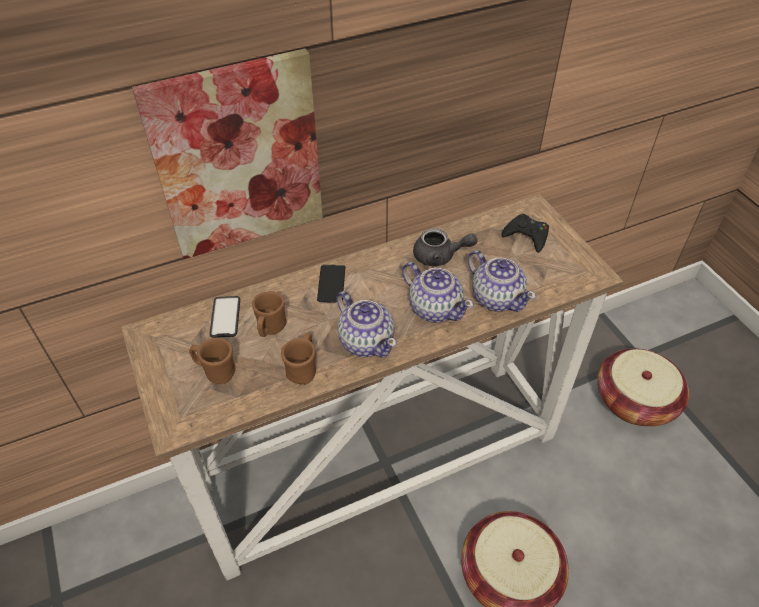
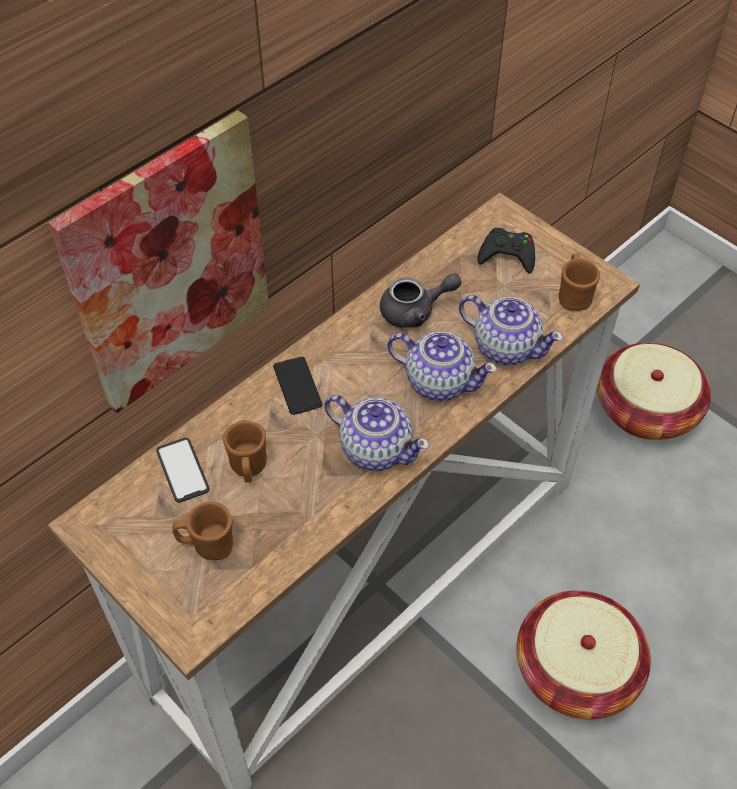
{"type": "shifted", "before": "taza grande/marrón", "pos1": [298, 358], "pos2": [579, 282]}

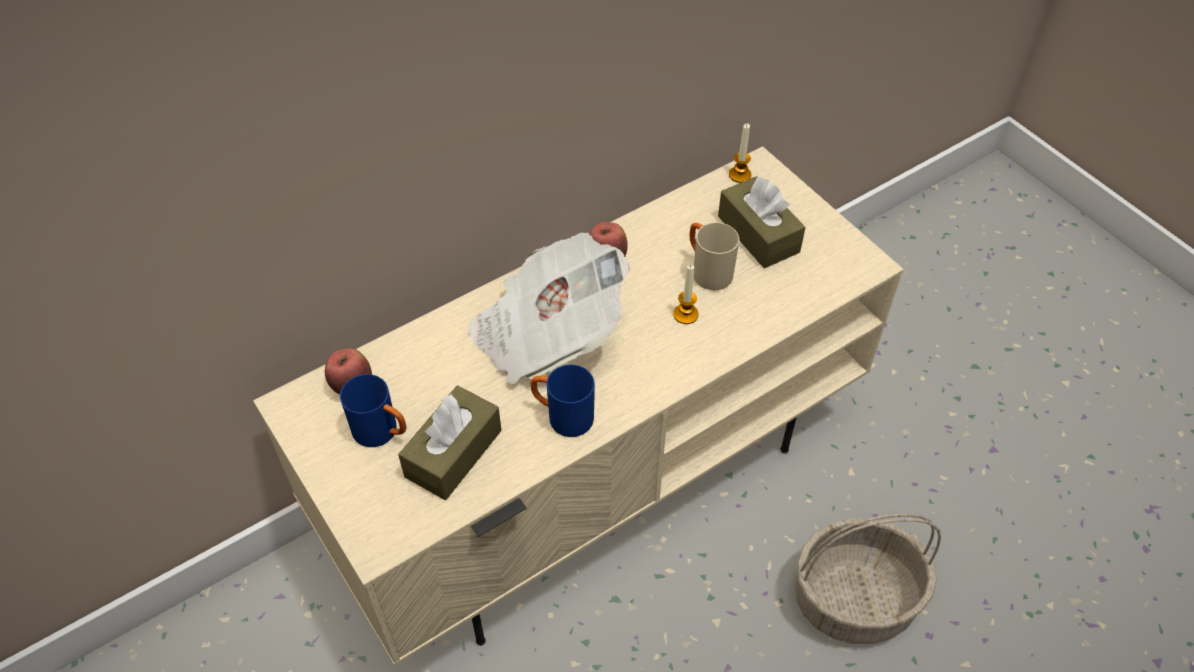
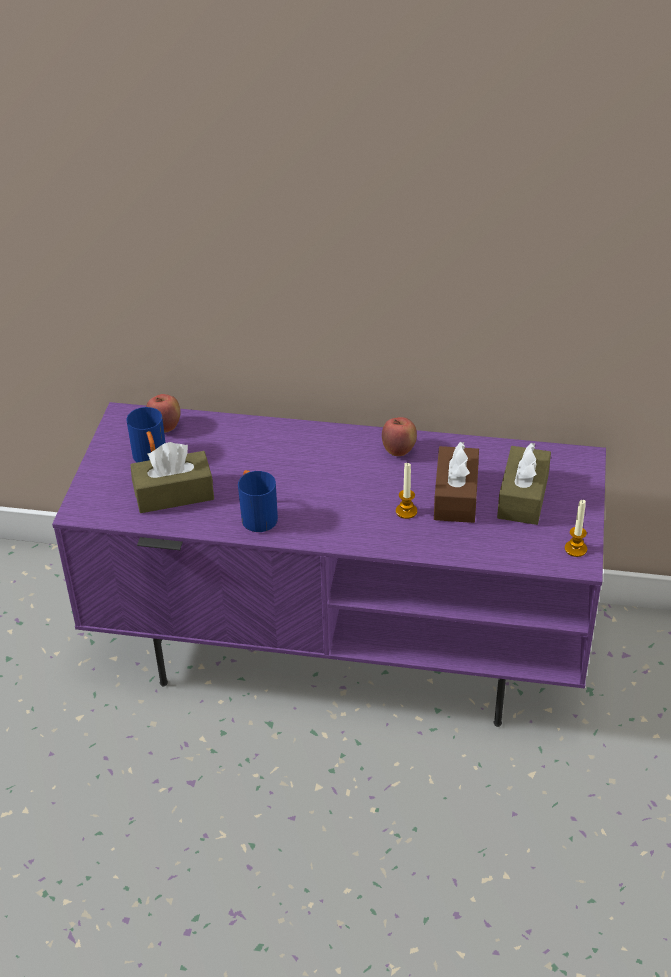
{"type": "repainted", "before": "mueble de televisión/beis", "after": "mueble de televisión/morado", "pos1": [578, 406], "pos2": [329, 564]}
{"type": "gone", "before": "periódico", "pos1": [549, 309]}
{"type": "swapped", "before": "taza grande/beis", "after": "caja de pañuelos/marrón", "pos1": [714, 256], "pos2": [456, 482]}
{"type": "shifted", "before": "vela", "pos1": [740, 153], "pos2": [576, 528]}
{"type": "gone", "before": "cesta", "pos1": [868, 579]}

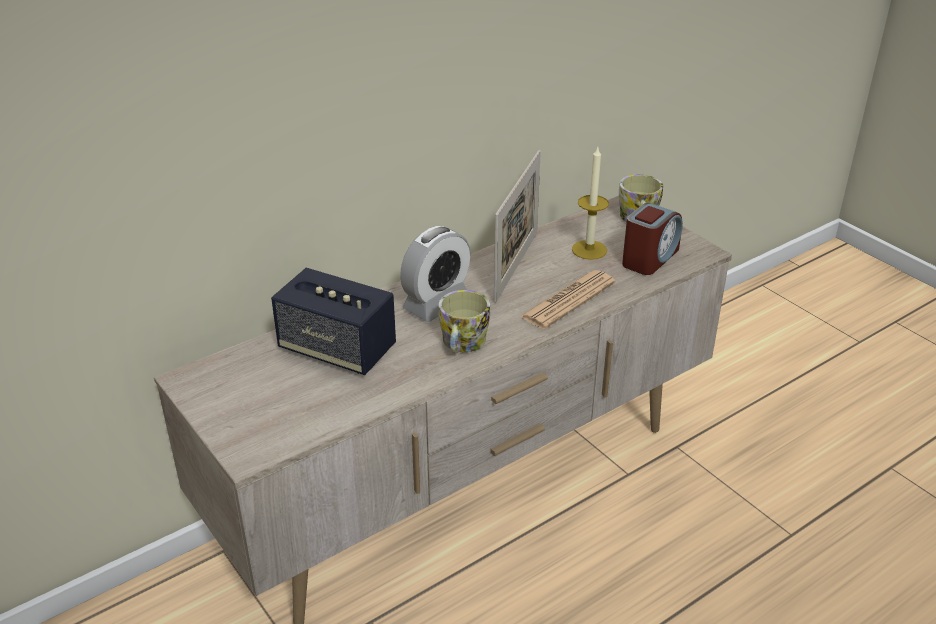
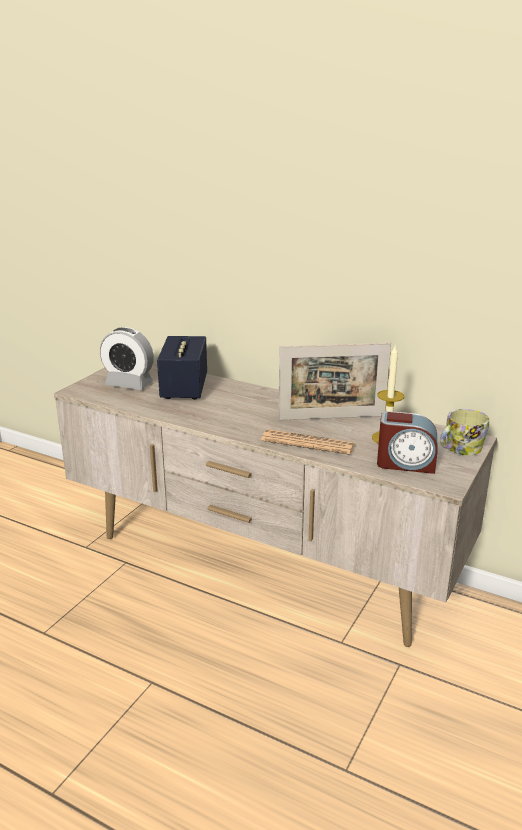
{"type": "shifted", "before": "despertador", "pos1": [435, 274], "pos2": [127, 358]}
{"type": "gone", "before": "taza grande", "pos1": [464, 321]}

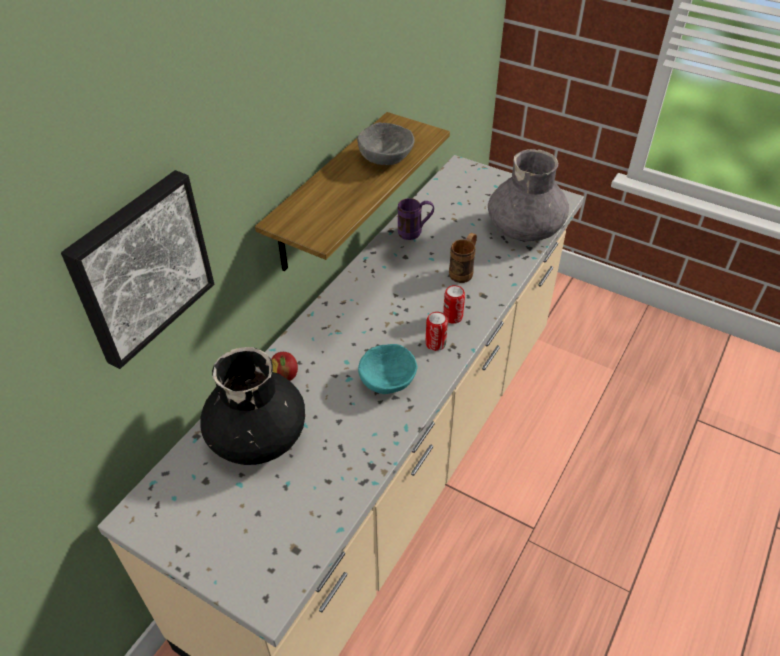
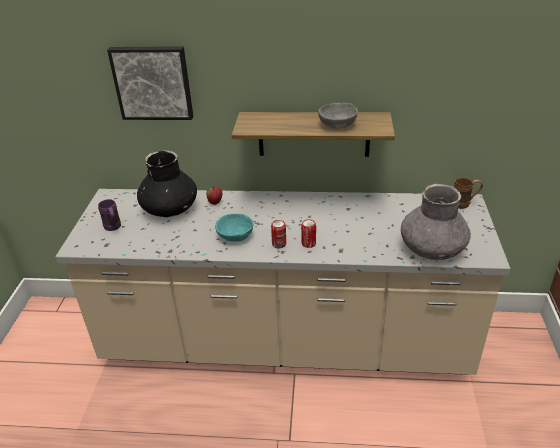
{"type": "shifted", "before": "taza grande/morado", "pos1": [416, 219], "pos2": [109, 215]}
{"type": "shifted", "before": "taza grande/marrón", "pos1": [463, 258], "pos2": [468, 193]}

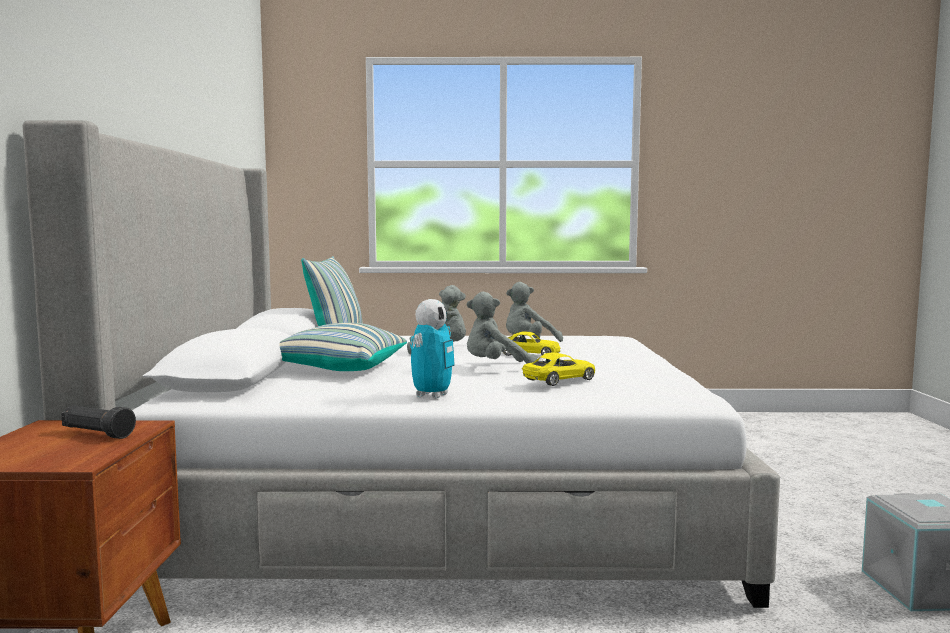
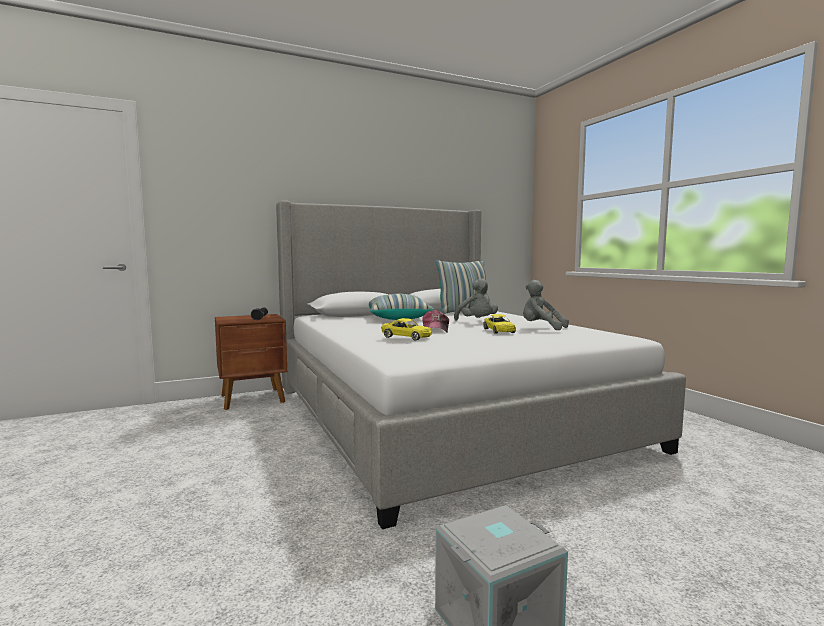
{"type": "gone", "before": "robot de juguete", "pos1": [432, 349]}
{"type": "swapped", "before": "peluche/gris", "after": "gorra", "pos1": [502, 327], "pos2": [435, 321]}

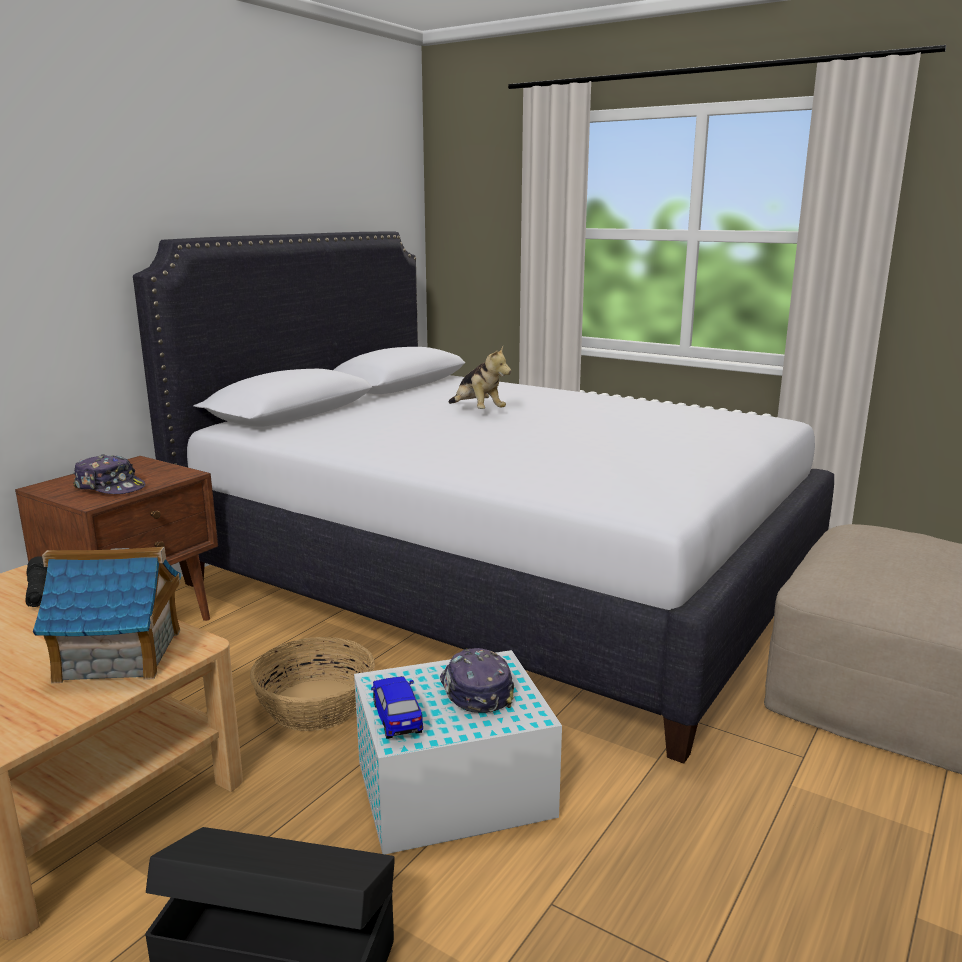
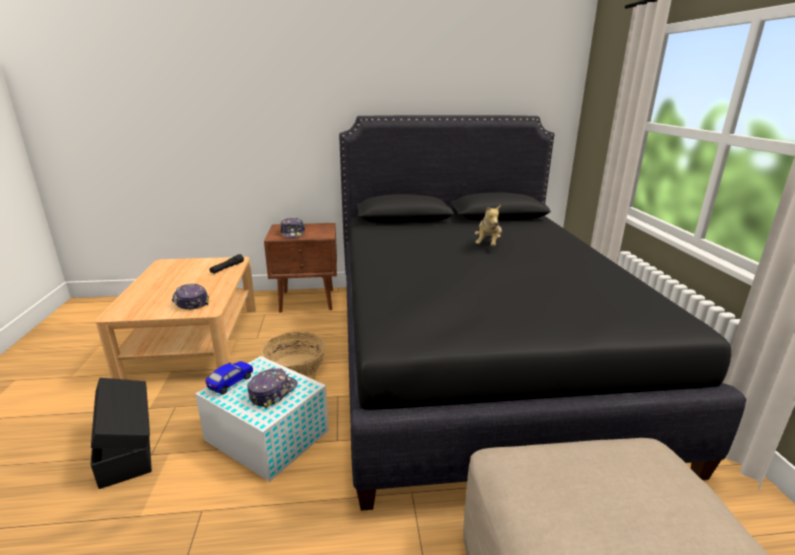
{"type": "swapped", "before": "casita", "after": "gorra", "pos1": [107, 615], "pos2": [190, 297]}
{"type": "repainted", "before": "cama/blanco", "after": "cama/negro", "pos1": [483, 498], "pos2": [542, 313]}

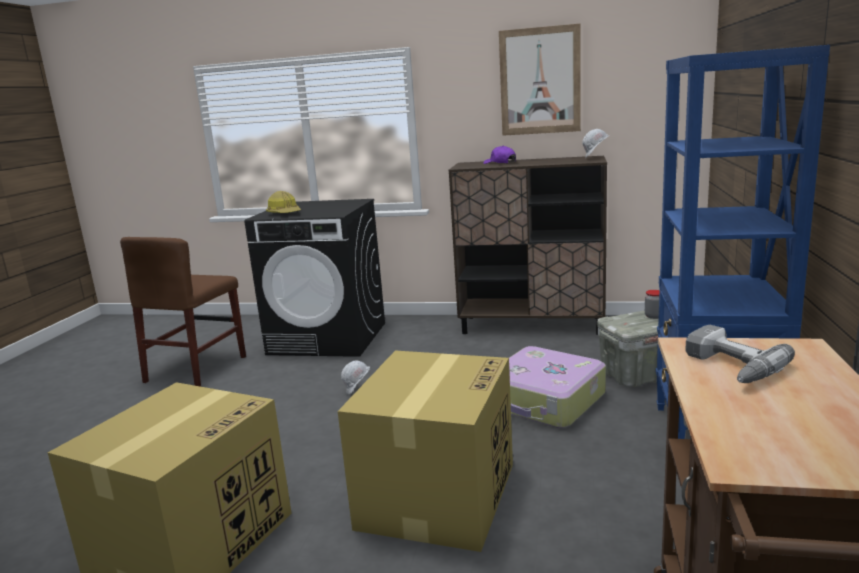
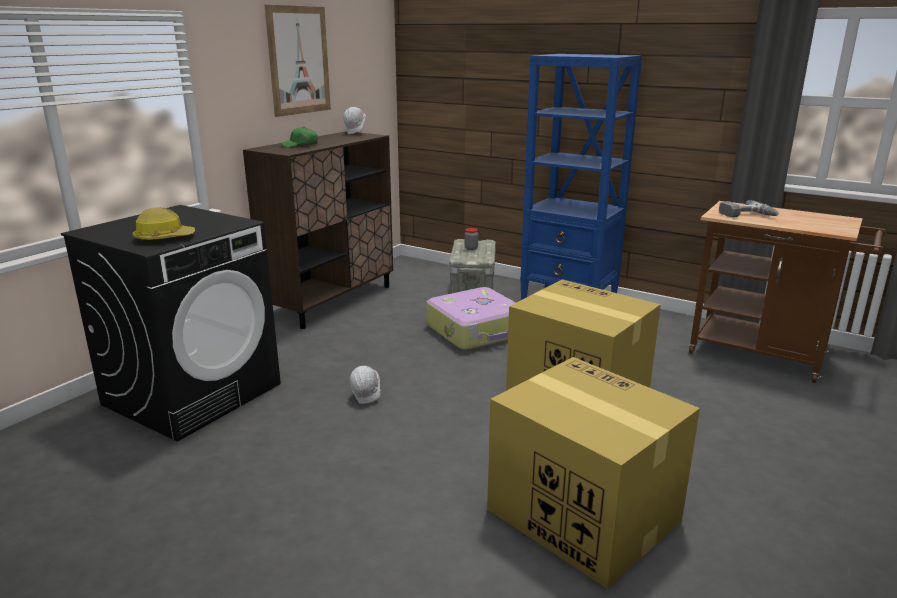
{"type": "gone", "before": "silla/marrón", "pos1": [183, 312]}
{"type": "repainted", "before": "gorra/morado", "after": "gorra/verde", "pos1": [499, 155], "pos2": [299, 137]}

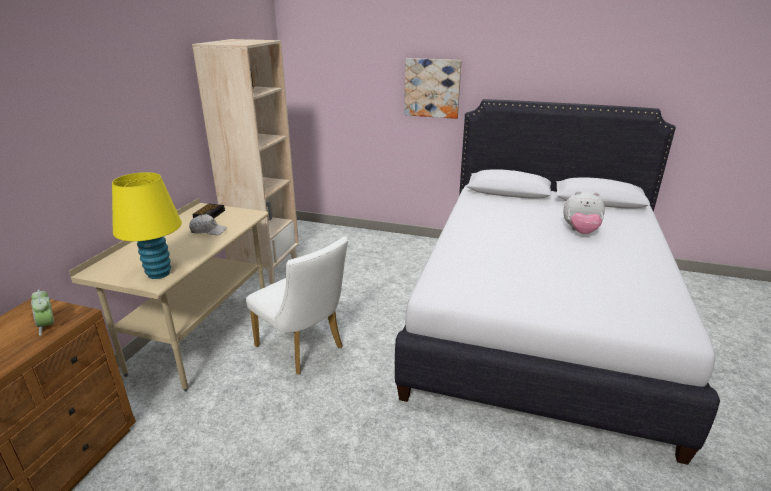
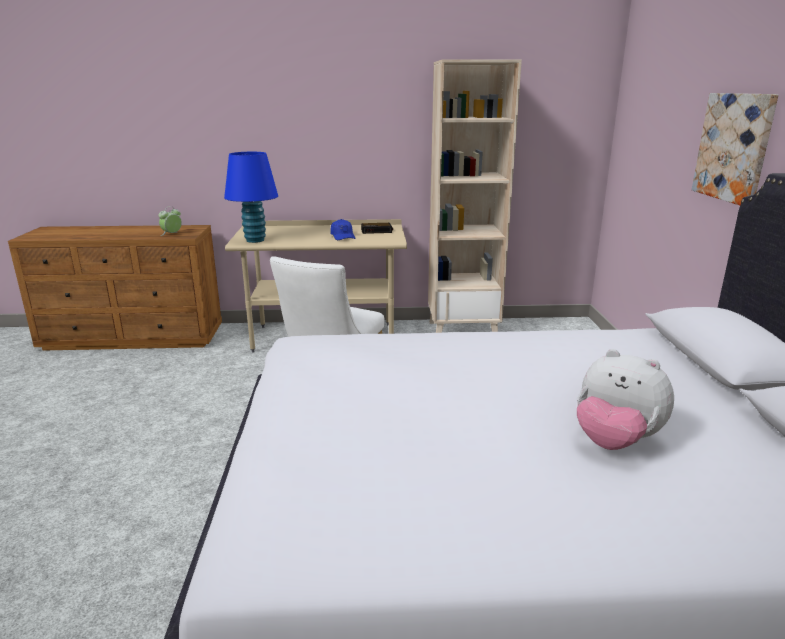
{"type": "repainted", "before": "lámpara de mesa/amarillo", "after": "lámpara de mesa/azul", "pos1": [147, 225], "pos2": [251, 197]}
{"type": "repainted", "before": "gorra/blanco", "after": "gorra/azul", "pos1": [207, 224], "pos2": [342, 229]}
{"type": "rotated", "before": "peluche", "pos1": [584, 212], "pos2": [625, 399], "turn": -45}

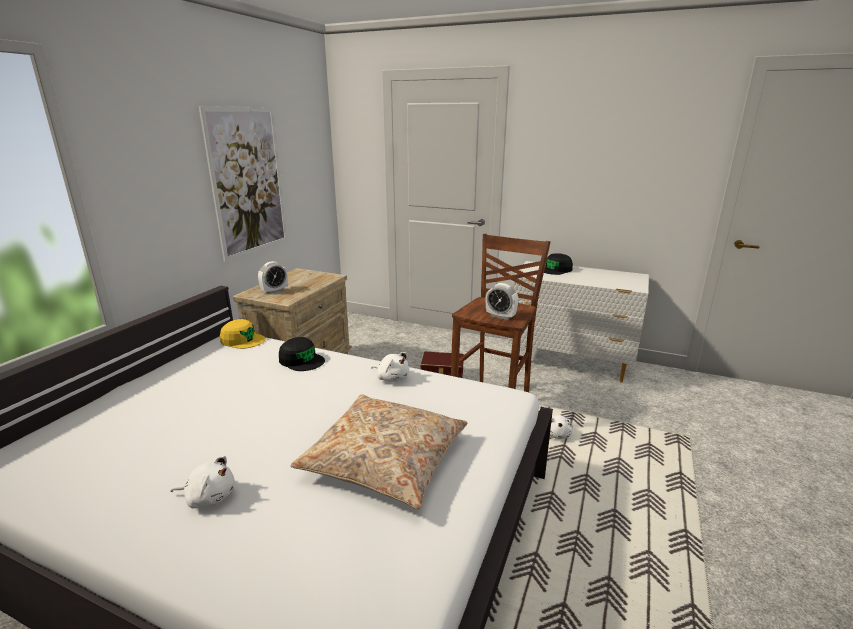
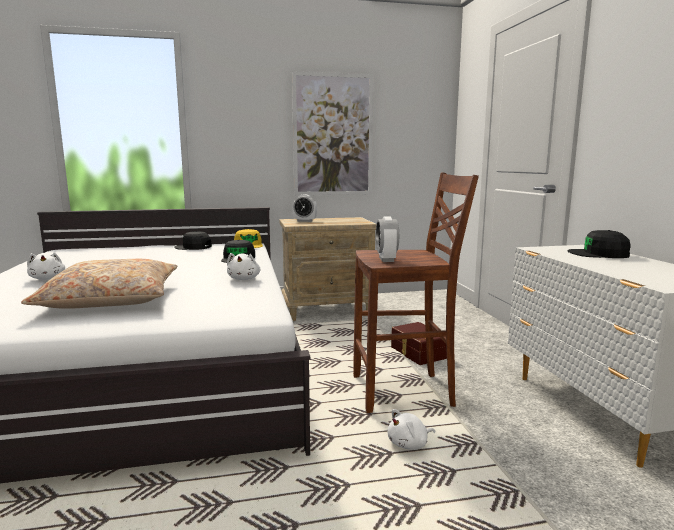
{"type": "new", "after": "gorra/negro", "pos2": [193, 240]}

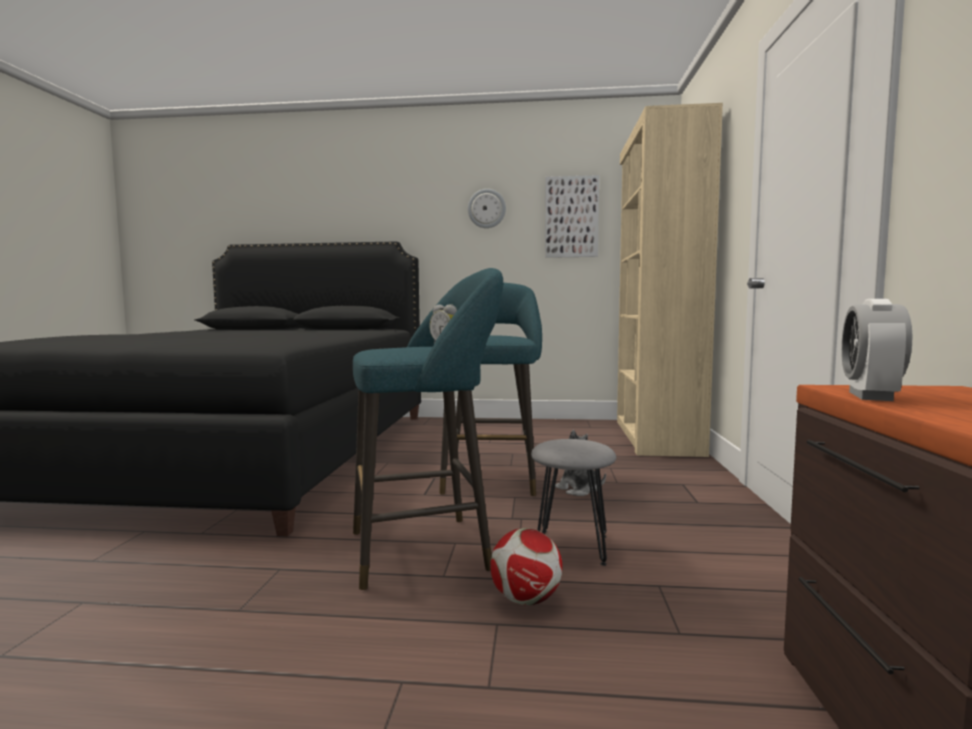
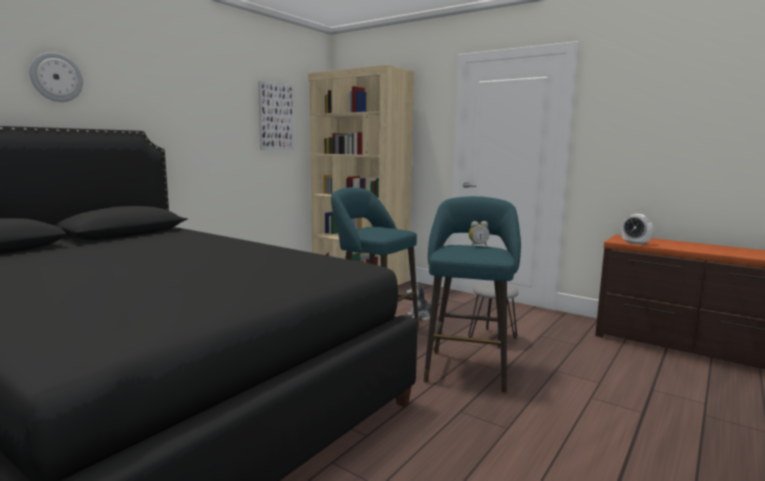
{"type": "shifted", "before": "reloj de pared", "pos1": [487, 208], "pos2": [56, 77]}
{"type": "gone", "before": "balón de fútbol", "pos1": [526, 566]}

